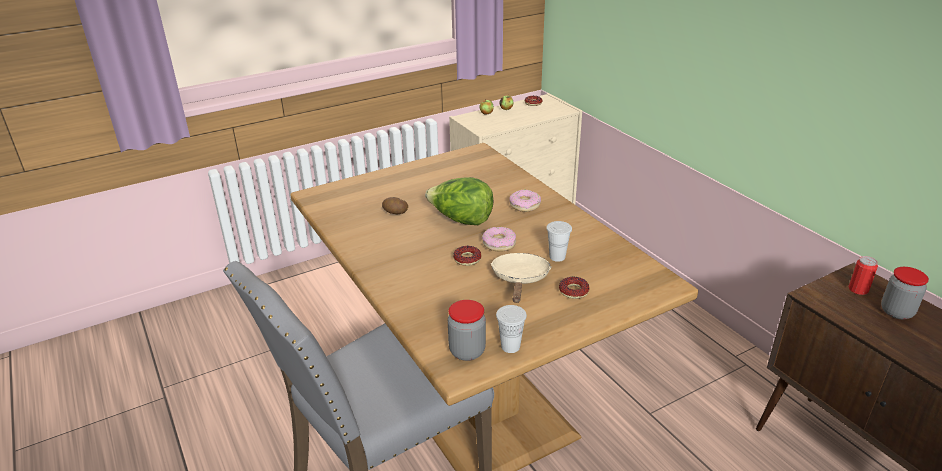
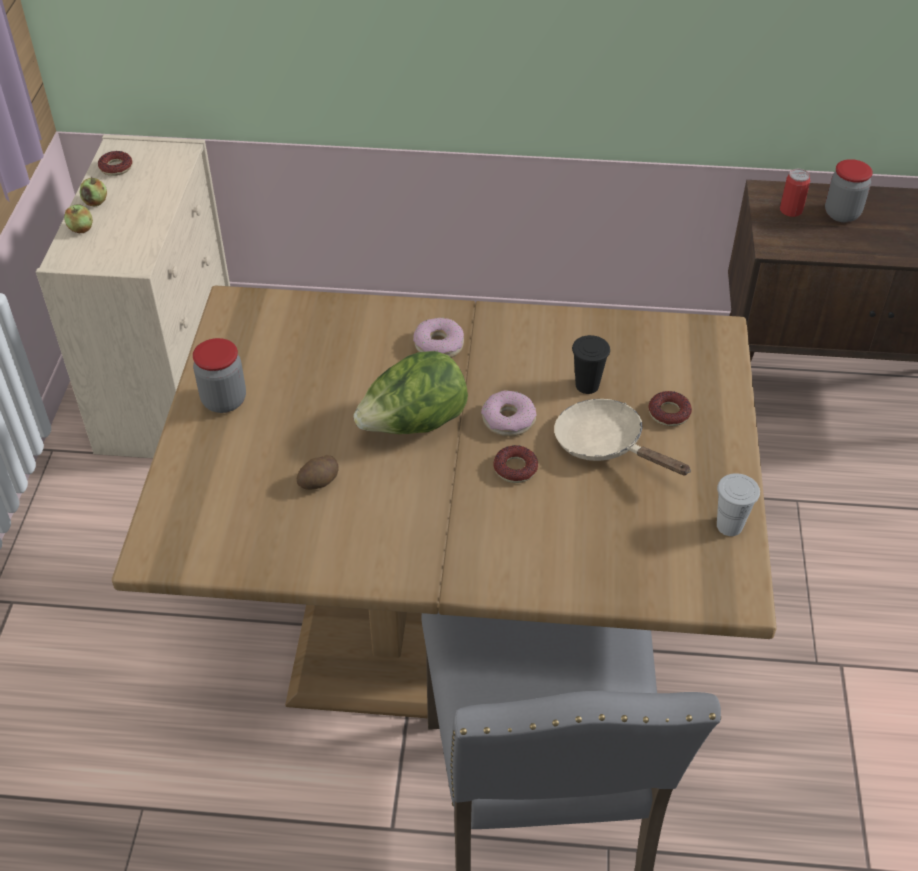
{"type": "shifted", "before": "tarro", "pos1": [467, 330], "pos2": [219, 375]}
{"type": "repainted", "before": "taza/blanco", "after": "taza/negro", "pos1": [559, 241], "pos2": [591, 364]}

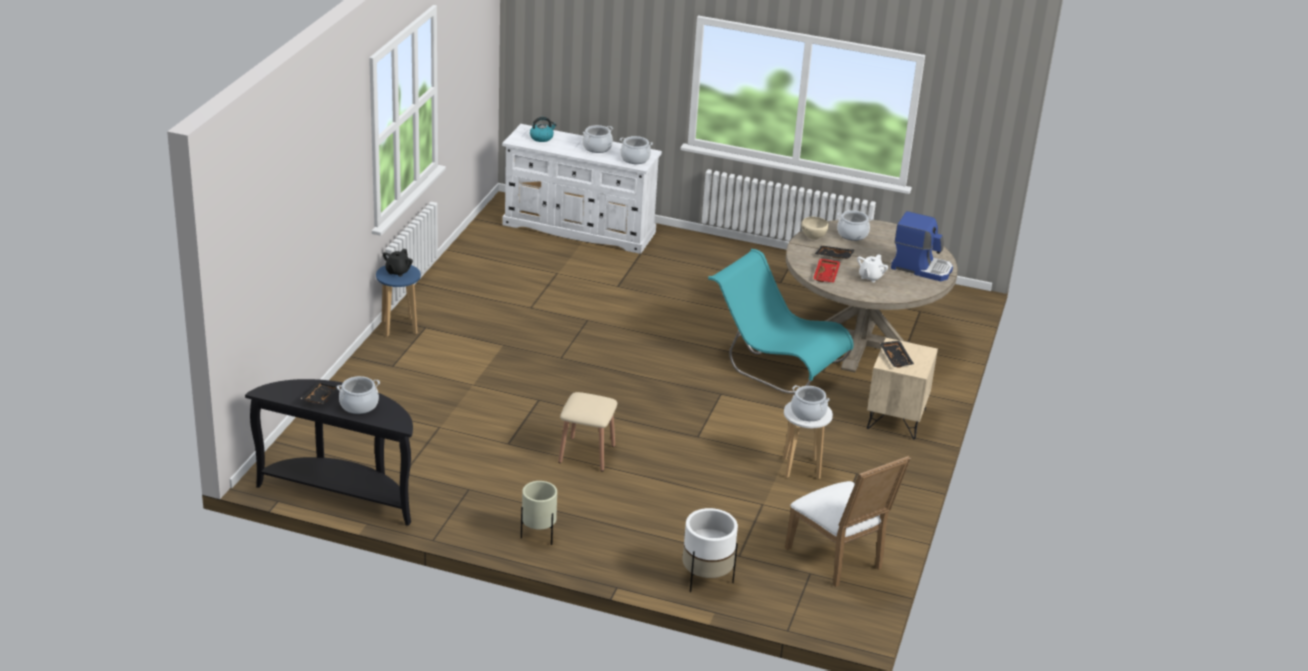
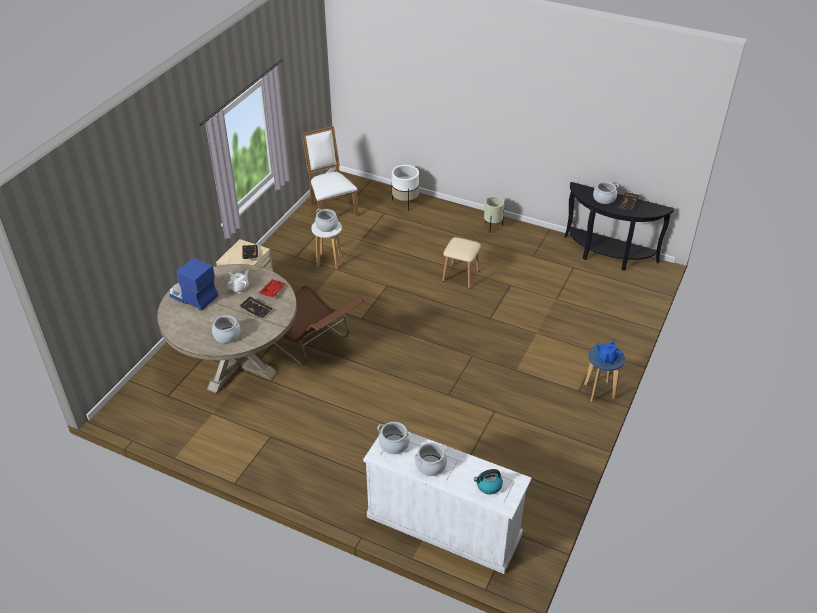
{"type": "repainted", "before": "tetera/negro", "after": "tetera/azul", "pos1": [398, 263], "pos2": [609, 351]}
{"type": "repainted", "before": "silla/turquesa", "after": "silla/marrón", "pos1": [781, 321], "pos2": [319, 325]}
{"type": "gone", "before": "cuenco/beis", "pos1": [815, 228]}

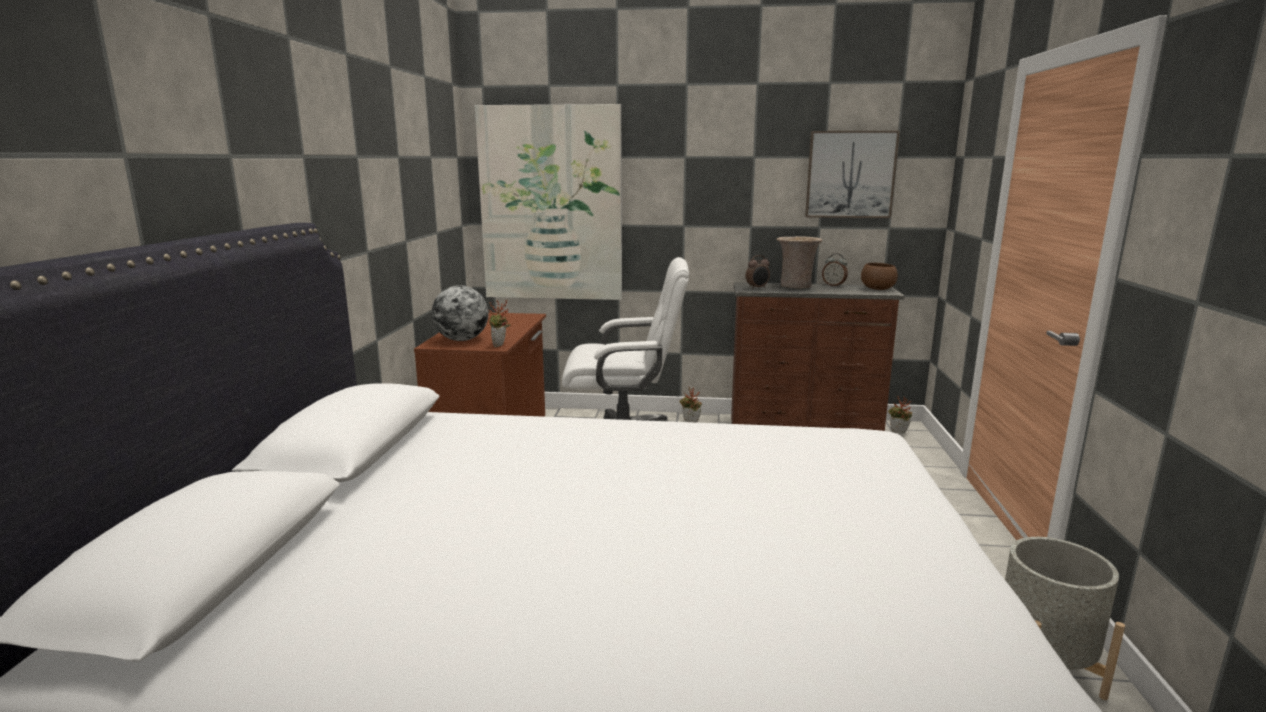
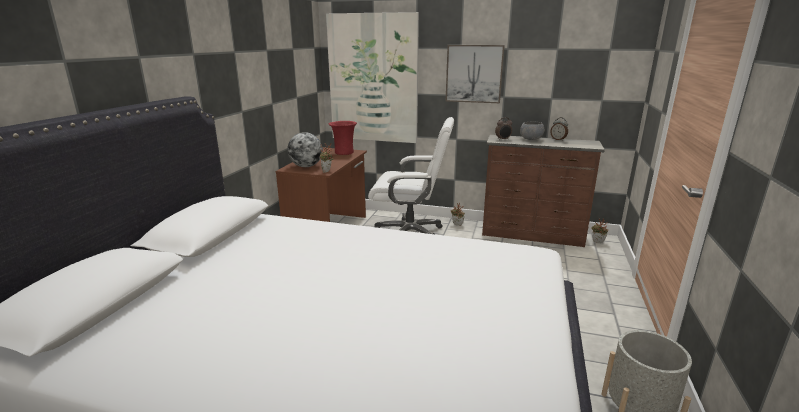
{"type": "swapped", "before": "florero/beis", "after": "cuenco/gris", "pos1": [799, 262], "pos2": [532, 131]}
{"type": "shifted", "before": "cuadro", "pos1": [852, 174], "pos2": [475, 74]}
{"type": "gone", "before": "cuenco/marrón", "pos1": [879, 276]}
{"type": "new", "after": "florero/rojo", "pos2": [343, 138]}

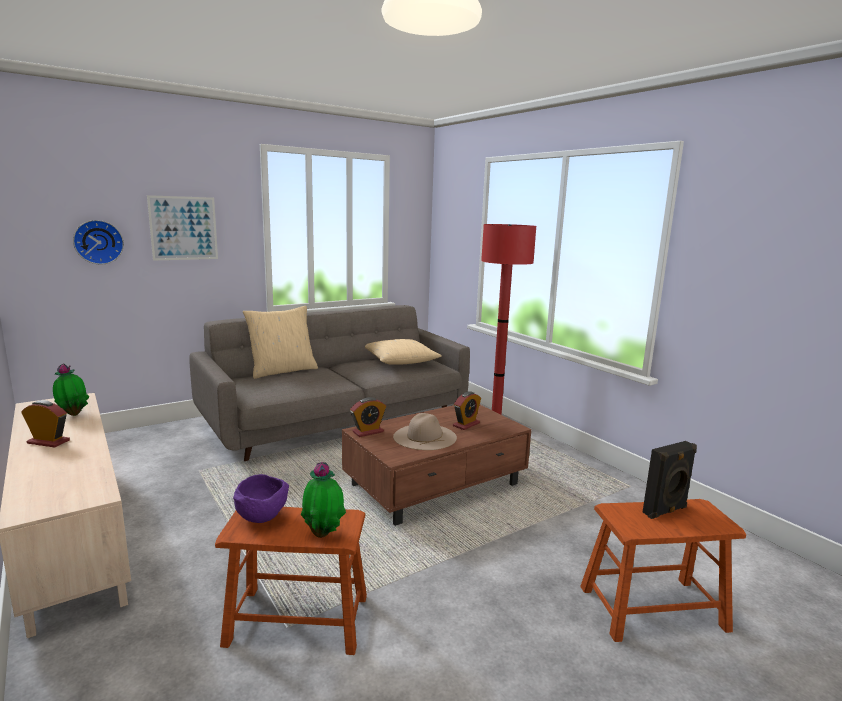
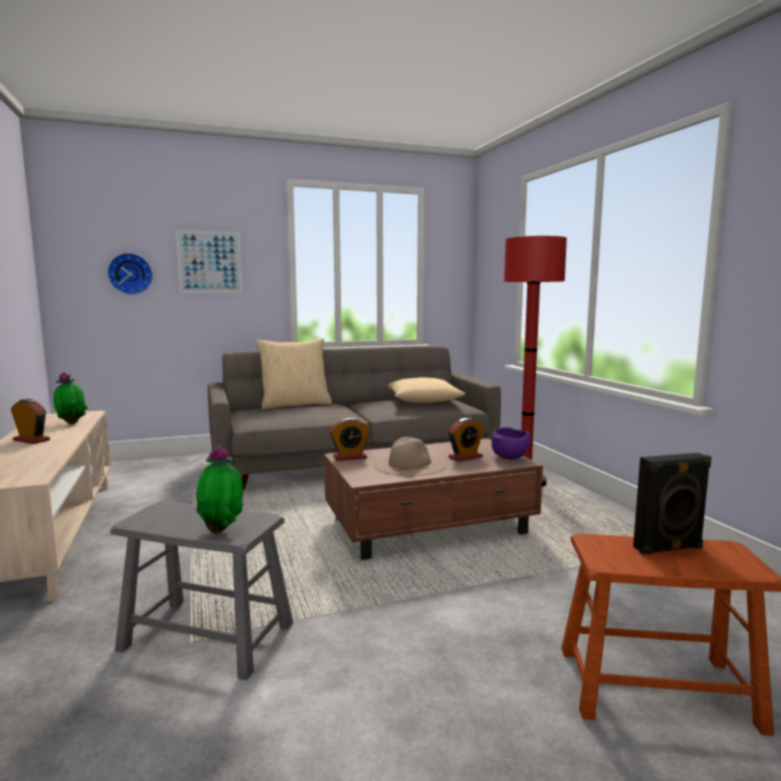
{"type": "repainted", "before": "taburete/marrón", "after": "taburete/gris", "pos1": [291, 581], "pos2": [201, 591]}
{"type": "shifted", "before": "cuenco/morado", "pos1": [261, 498], "pos2": [511, 443]}

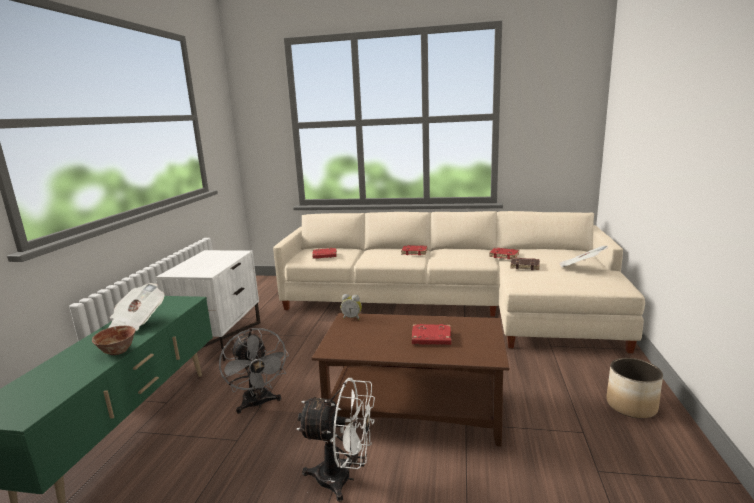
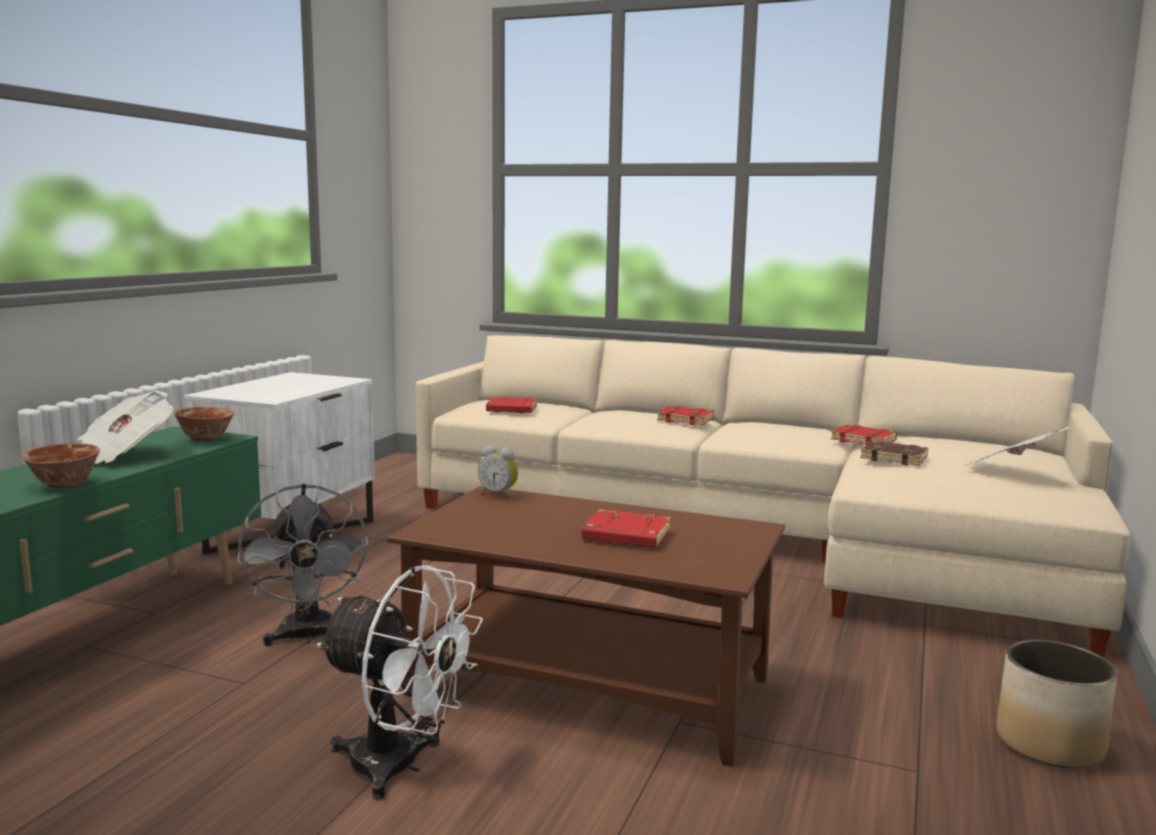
{"type": "new", "after": "cuenco", "pos2": [204, 424]}

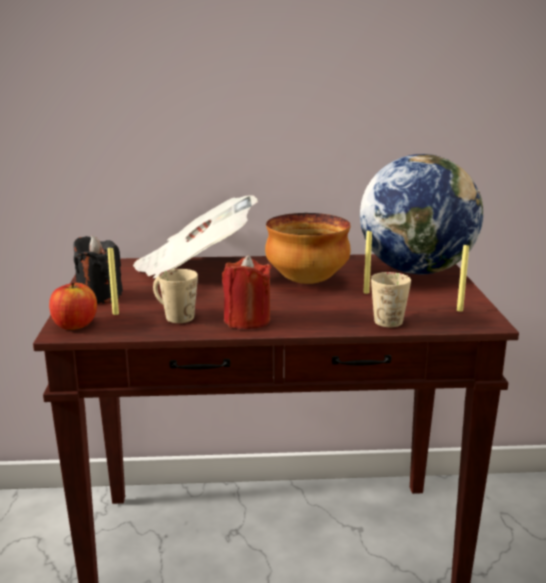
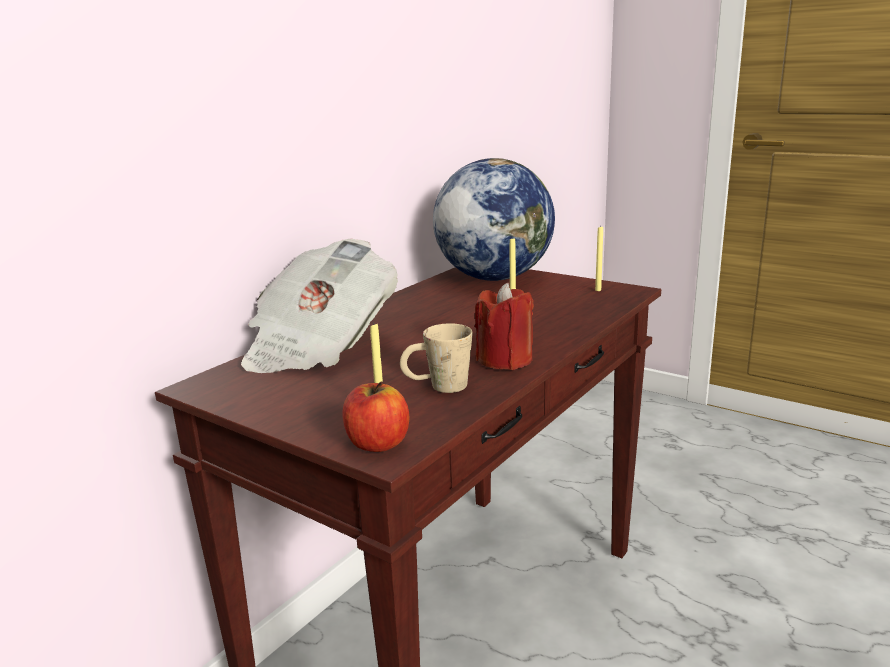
{"type": "gone", "before": "vela/negro", "pos1": [98, 270]}
{"type": "gone", "before": "cuenco", "pos1": [308, 248]}
{"type": "gone", "before": "taza grande/beis", "pos1": [391, 299]}

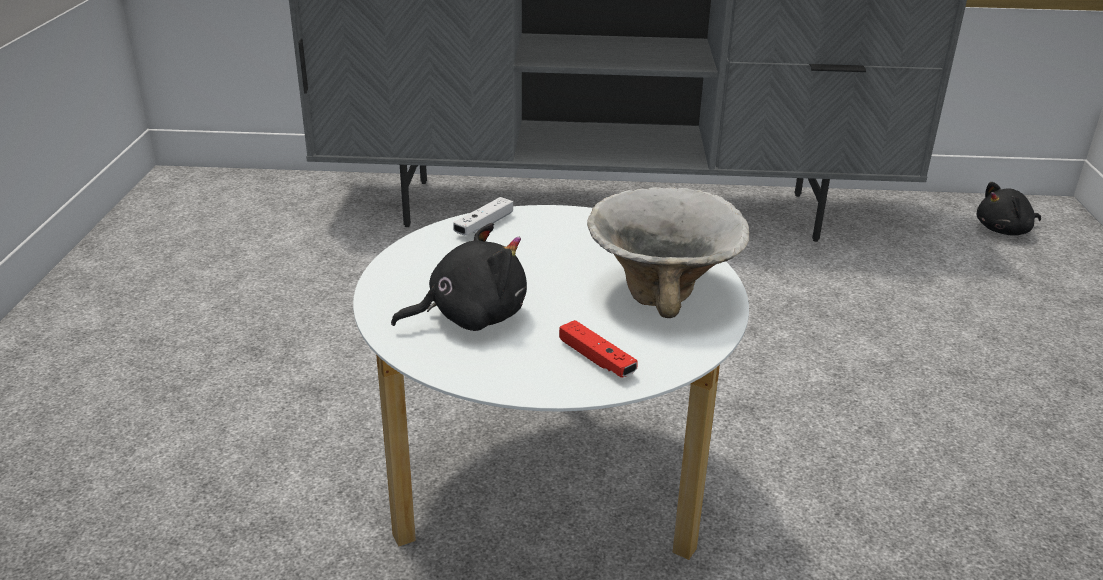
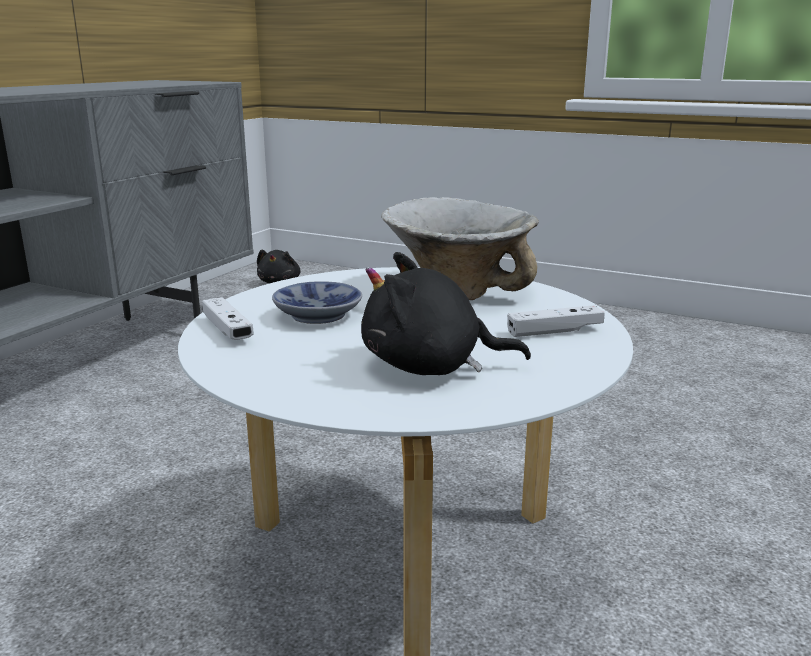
{"type": "rotated", "before": "peluche/negro", "pos1": [459, 277], "pos2": [446, 313], "turn": -90}
{"type": "repainted", "before": "mando de consola/rojo", "after": "mando de consola/blanco", "pos1": [598, 349], "pos2": [556, 321]}
{"type": "new", "after": "cuenco", "pos2": [317, 302]}

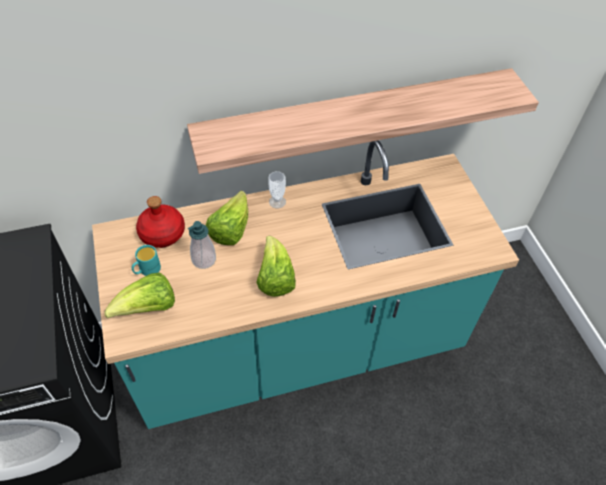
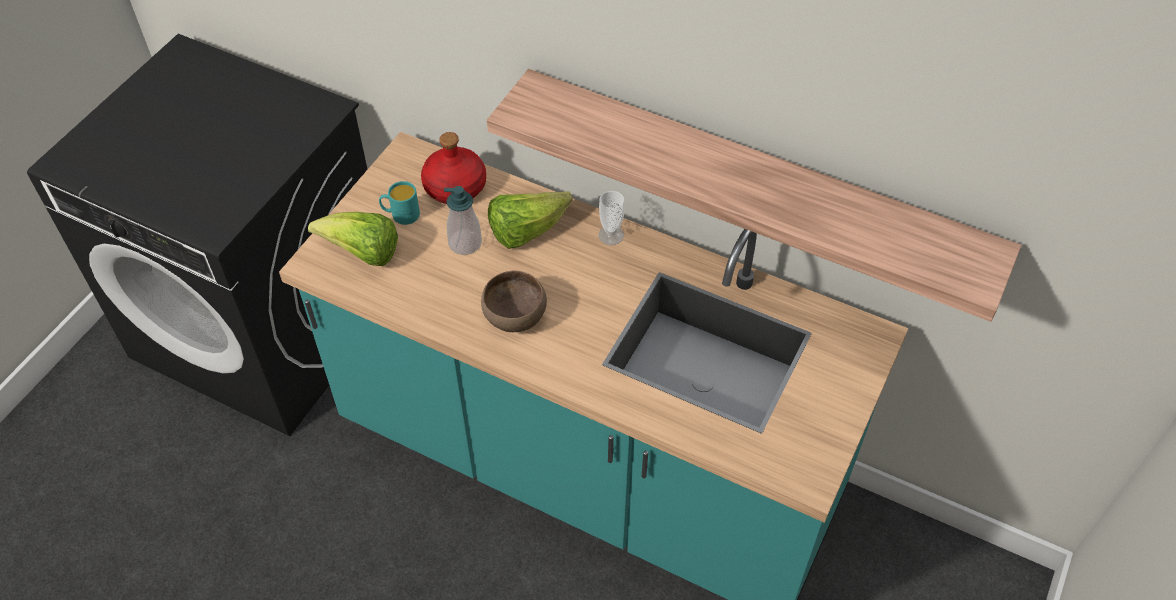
{"type": "swapped", "before": "lechuga", "after": "cuenco/marrón", "pos1": [276, 266], "pos2": [514, 301]}

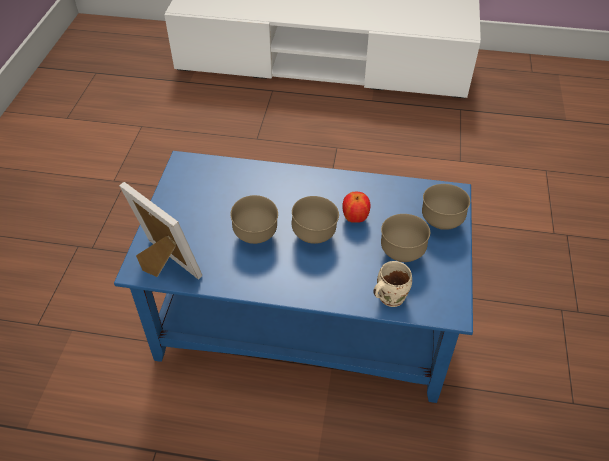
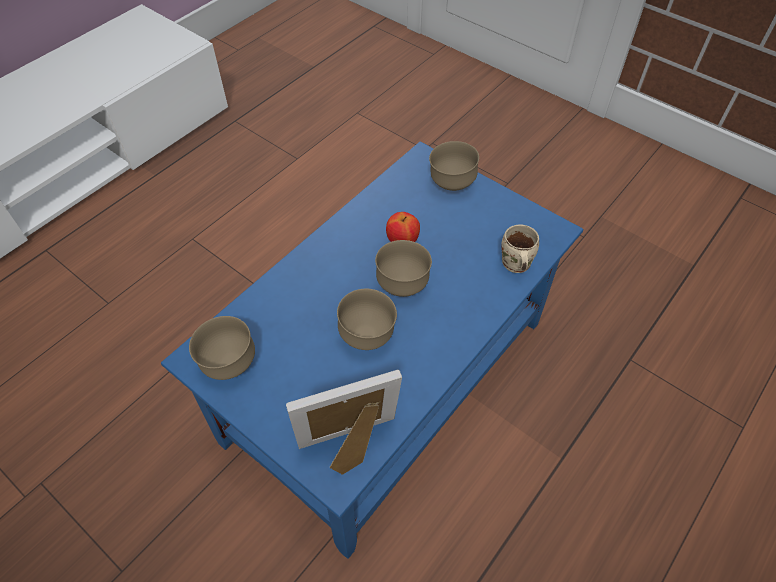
{"type": "shifted", "before": "cuenco/marrón", "pos1": [405, 238], "pos2": [222, 348]}

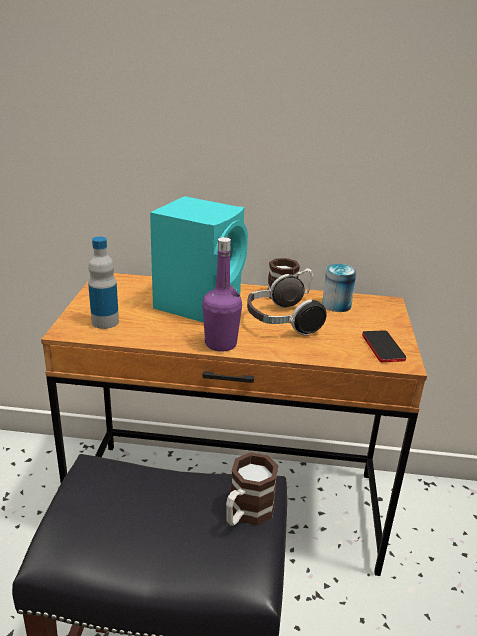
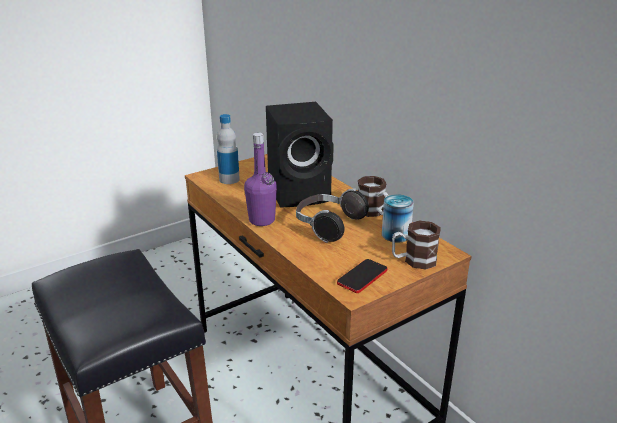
{"type": "repainted", "before": "altavoz/turquesa", "after": "altavoz/negro", "pos1": [199, 259], "pos2": [300, 154]}
{"type": "shifted", "before": "taza grande", "pos1": [252, 489], "pos2": [416, 245]}

